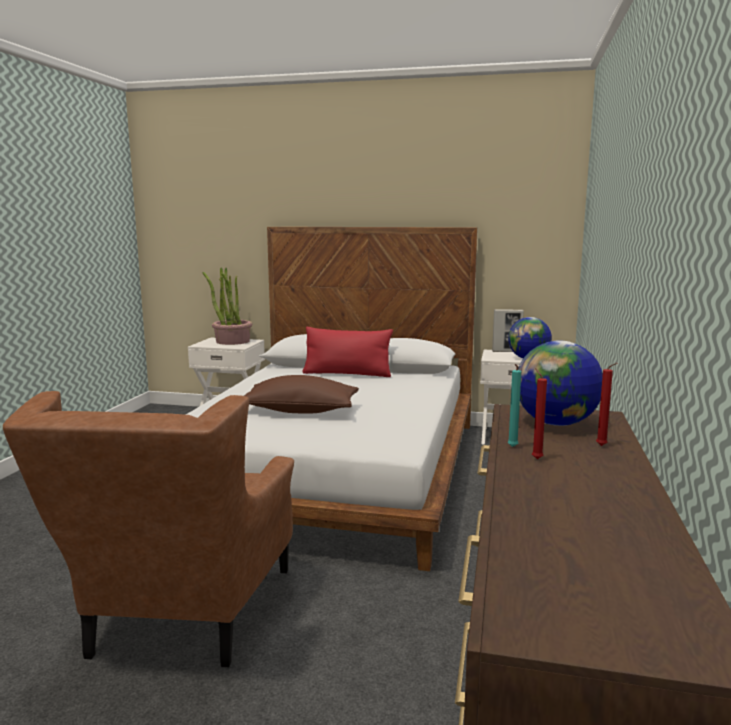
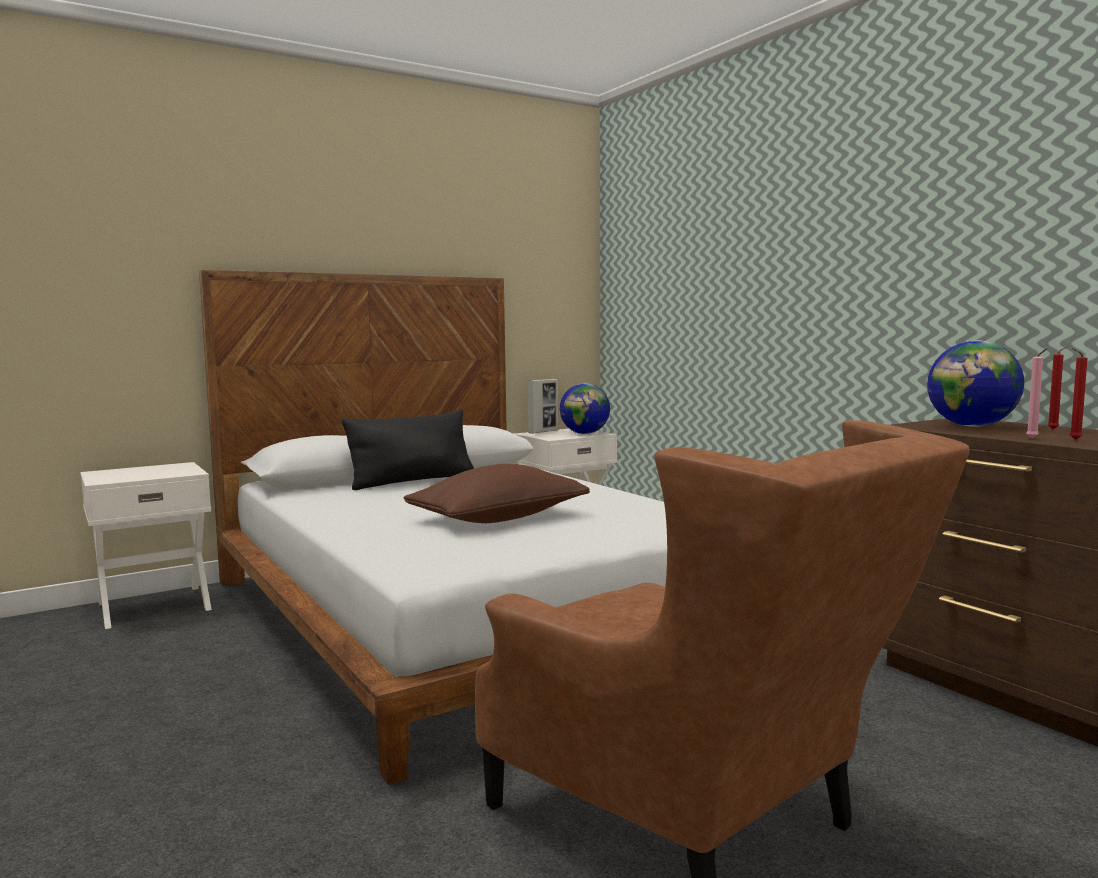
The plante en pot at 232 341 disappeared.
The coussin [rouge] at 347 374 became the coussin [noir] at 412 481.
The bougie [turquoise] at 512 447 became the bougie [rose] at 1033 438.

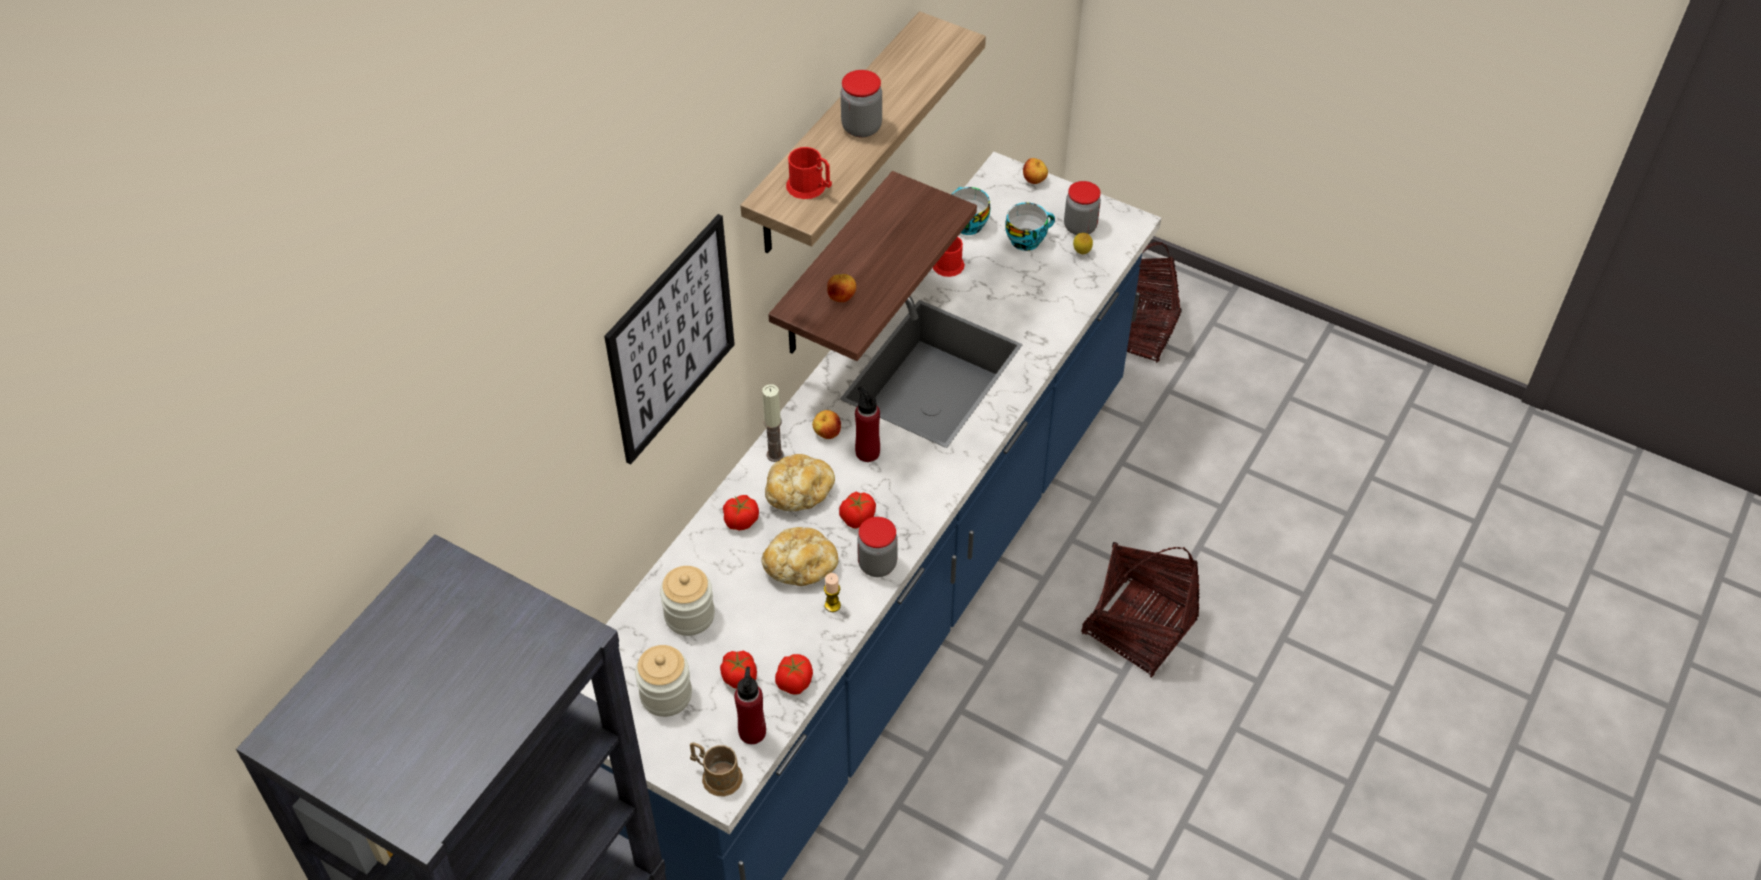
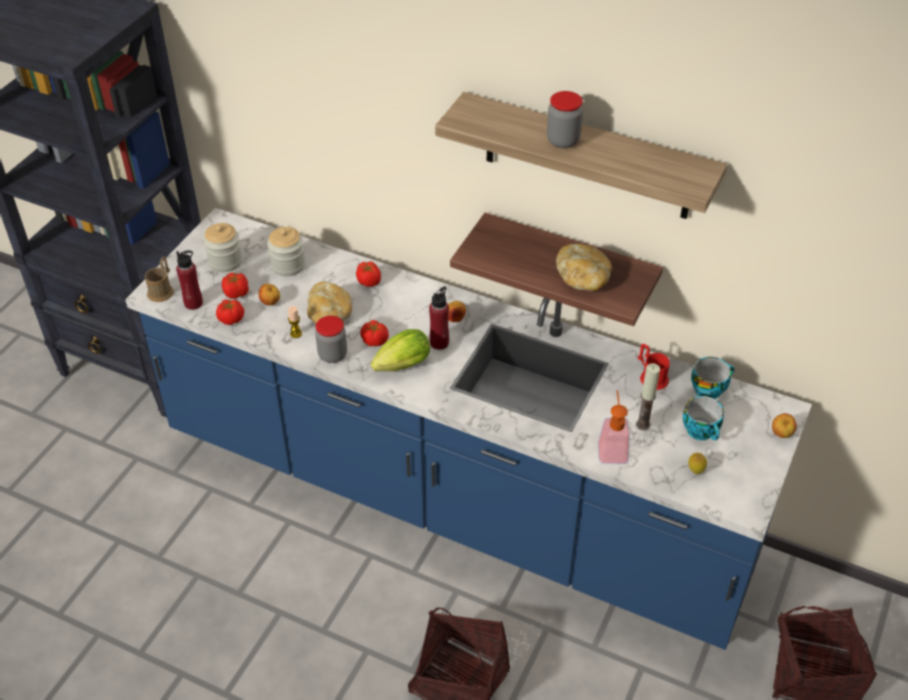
The tableau at 671 339 disappeared.
The bougie moved from 775 455 to 643 425.
The pain moved from 799 493 to 583 278.
The mug [rouge] at 810 188 disappeared.
The pomme moved from 841 297 to 270 303.
The bocal at 1080 227 disappeared.
The laitue at 400 367 appeared.
The distributeur de savon at 612 448 appeared.

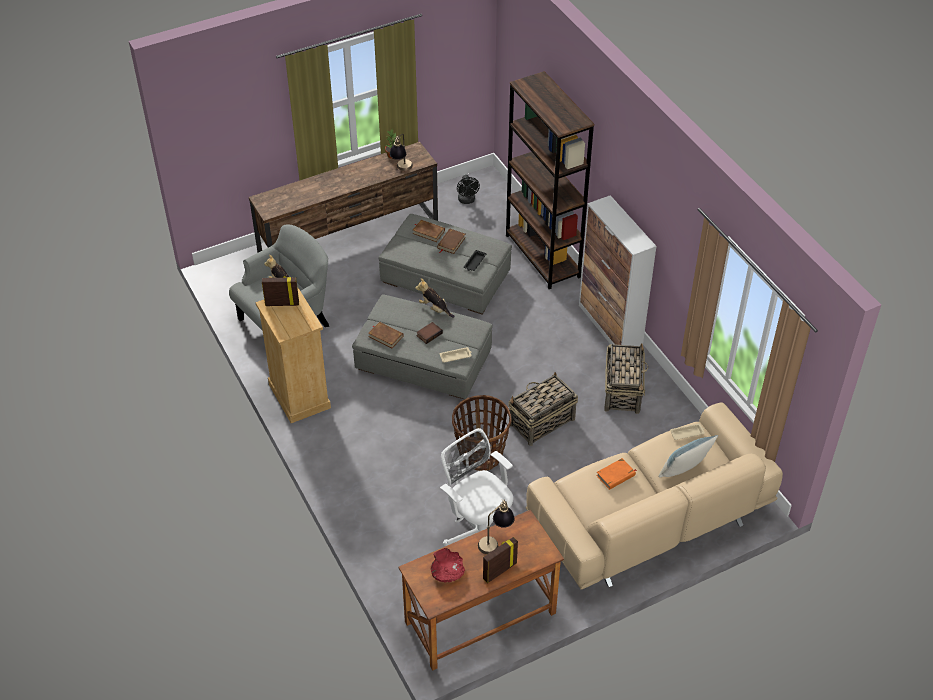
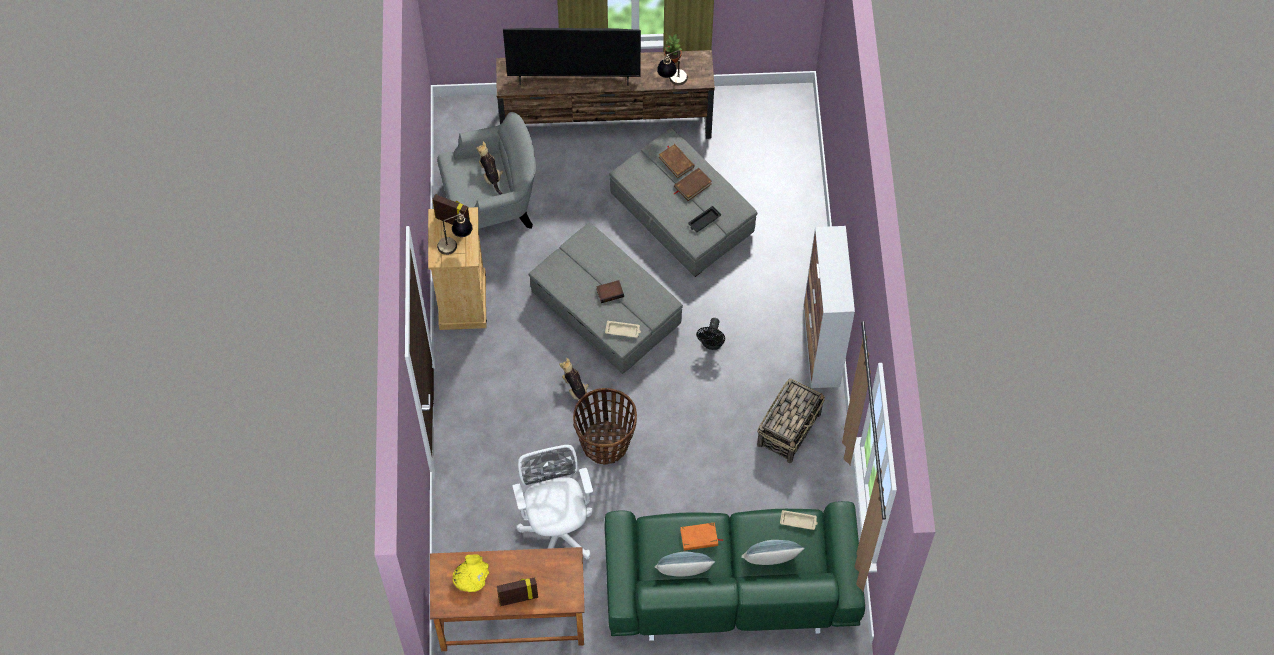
The livre [marron] at 385 336 disappeared.
The peluche moved from 434 308 to 576 390.
The bol [rouge] at 447 570 became the bol [jaune] at 471 577.
The ventilateur [noir] moved from 467 200 to 711 344.
The lampe de table moved from 495 541 to 456 245.
The bibliothèque [marron] at 542 256 disappeared.
The panier at 541 422 disappeared.
The canapé [beige] at 648 519 became the canapé [vert] at 729 585.
The téléviseur at 574 78 appeared.
The coussin at 684 572 appeared.

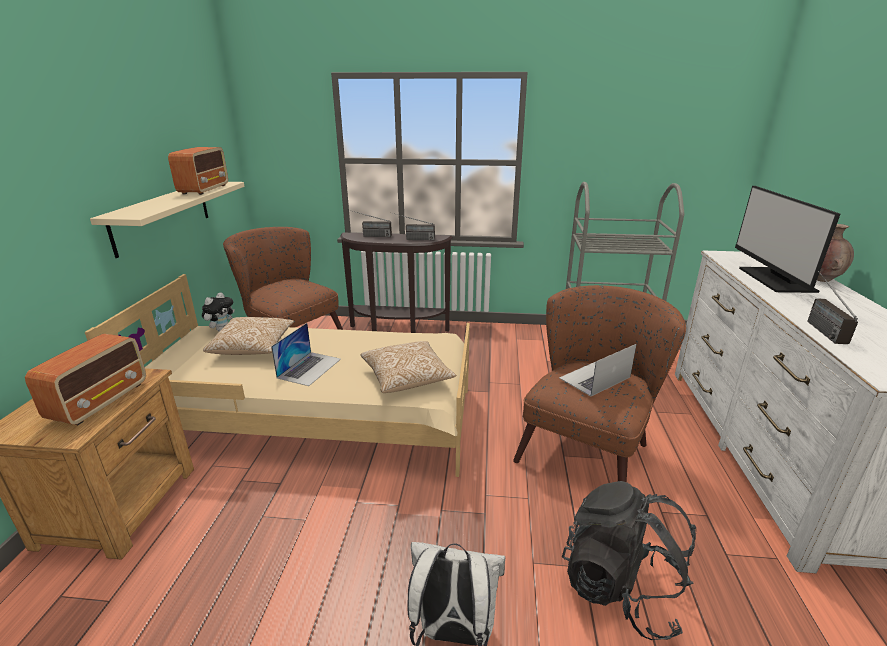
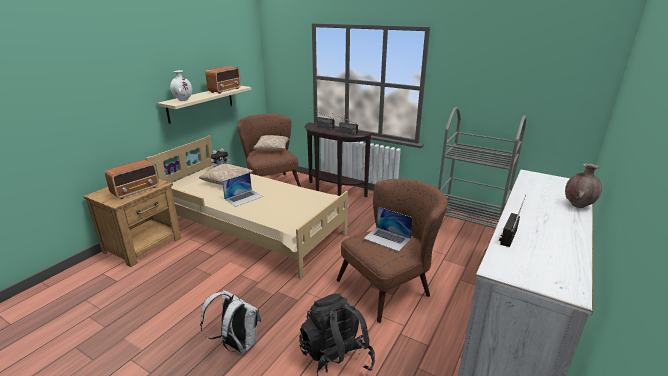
The coussin moved from 407 378 to 272 149.
The ordinateur portable at 594 378 turned 135 degrees counterclockwise.
The écran d'ordinateur at 774 279 disappeared.
The vase [blanc] at 183 100 appeared.

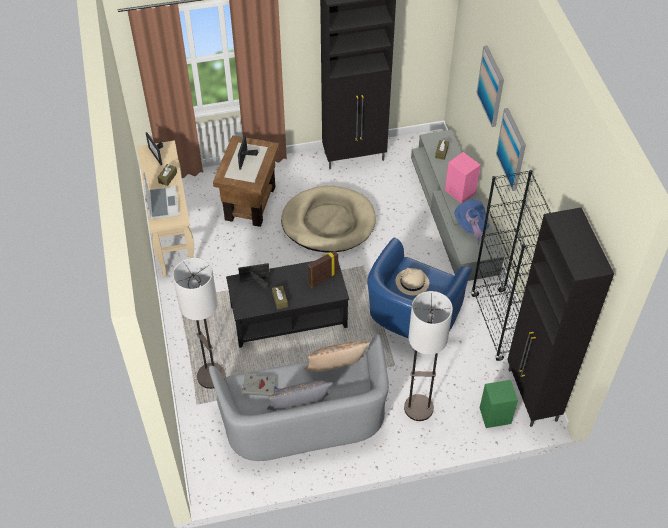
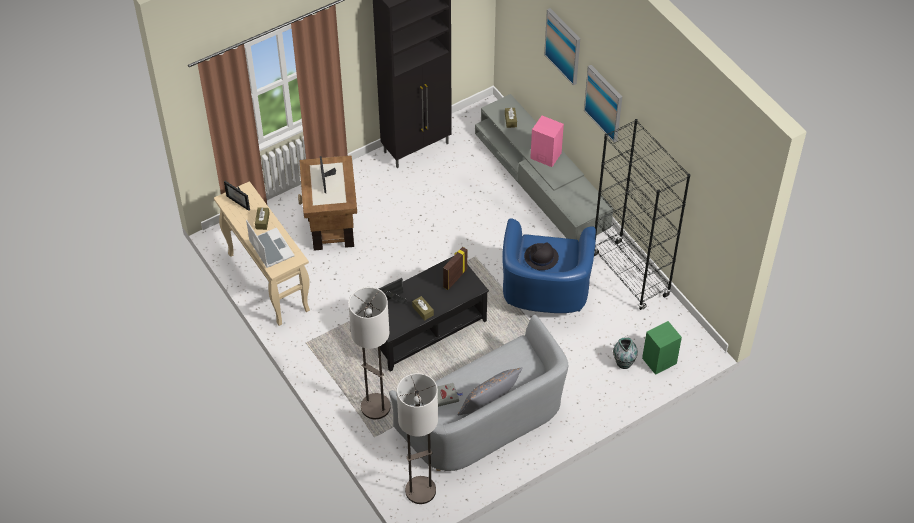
The panier pour chien [beige] at 328 222 disappeared.
The coussin [beige] at 336 371 disappeared.
The chapeau [beige] at 412 282 became the chapeau [noir] at 541 257.
The lampadaire moved from 418 408 to 420 491.
The chapeau [bleu] at 471 227 disappeared.
The meuble de rangement [noir] at 532 396 disappeared.
The vase at 623 362 appeared.

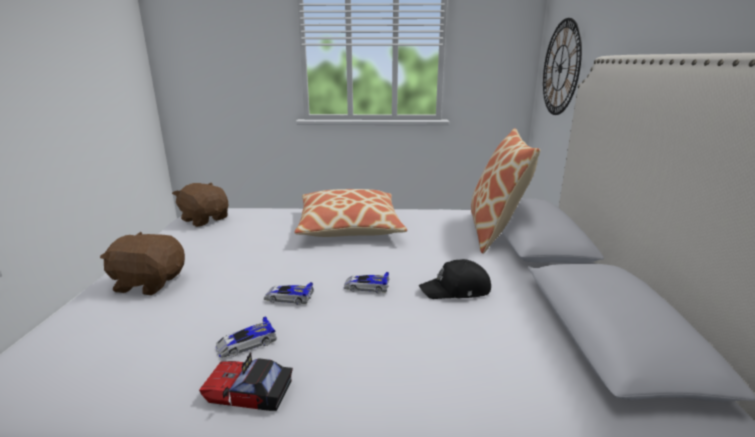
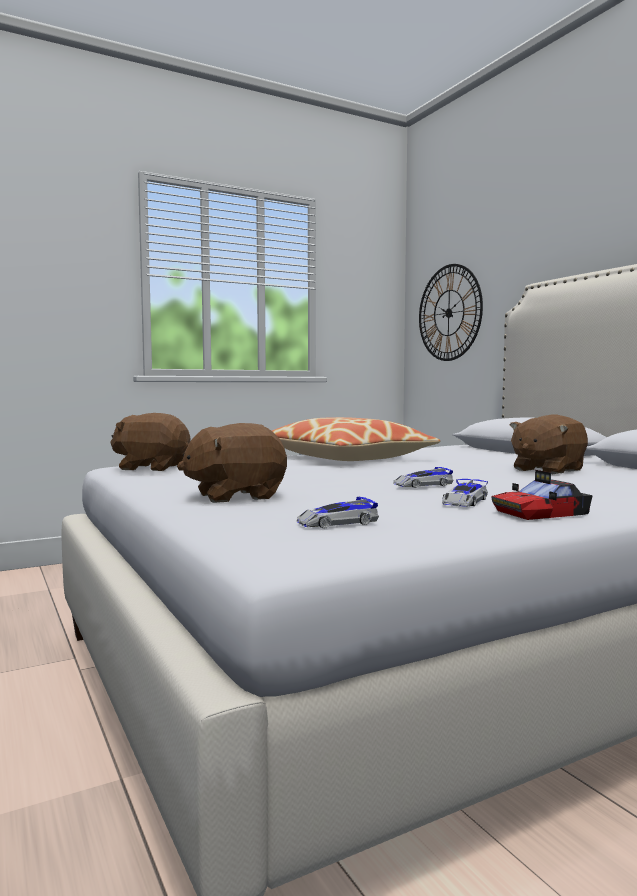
The petite voiture moved from 366 287 to 336 523.
The casquette [noir] at 456 290 was replaced by the peluche [marron] at 547 470.
The coussin at 495 231 disappeared.

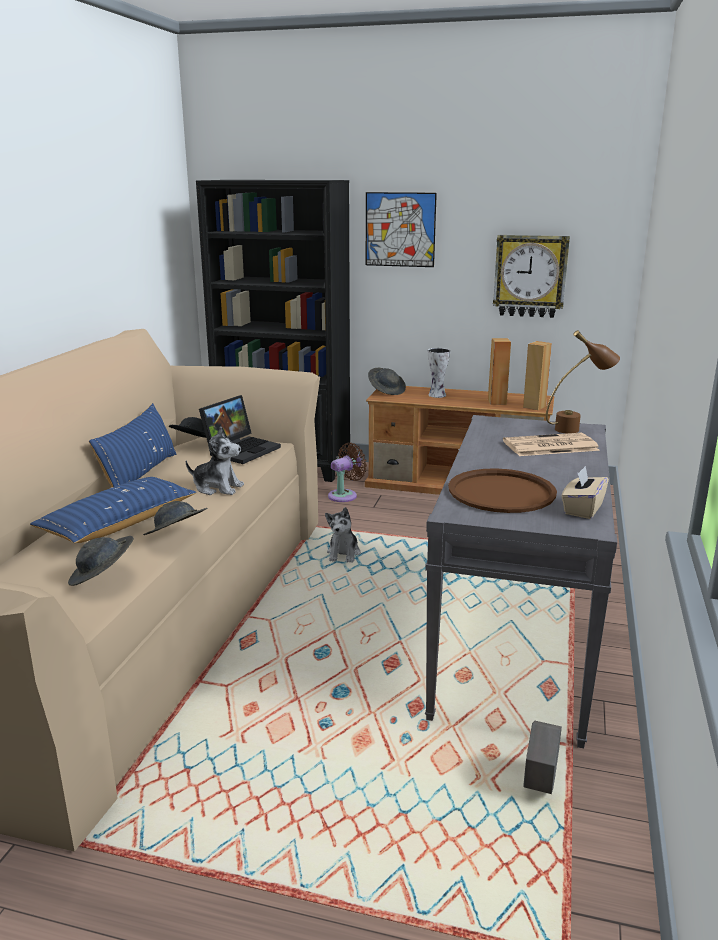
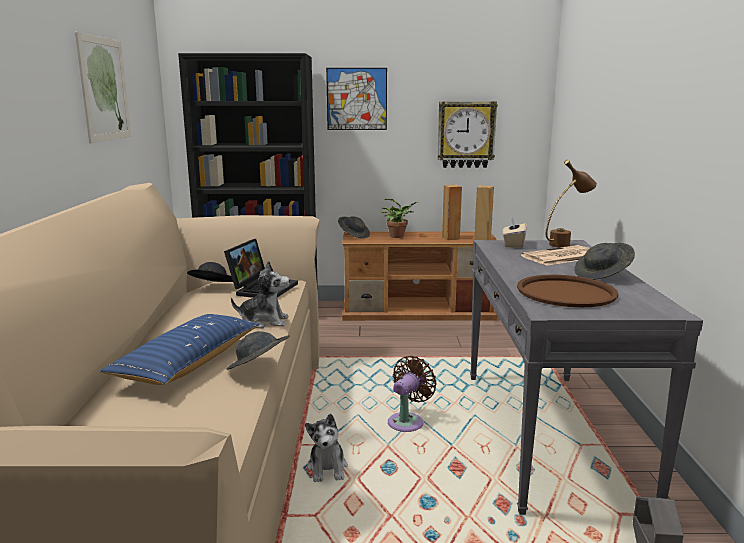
The chapeau [gris] moved from 103 577 to 602 275.
The coussin [bleu] at 140 474 disappeared.
The peluche moved from 343 554 to 327 468.
The ventilateur [marron] moved from 345 495 to 407 421.
The vase at 437 395 was replaced by the plante en pot at 398 236.
The boîte à mouchoirs [beige] moved from 582 509 to 513 244.
The tableau at 104 89 appeared.

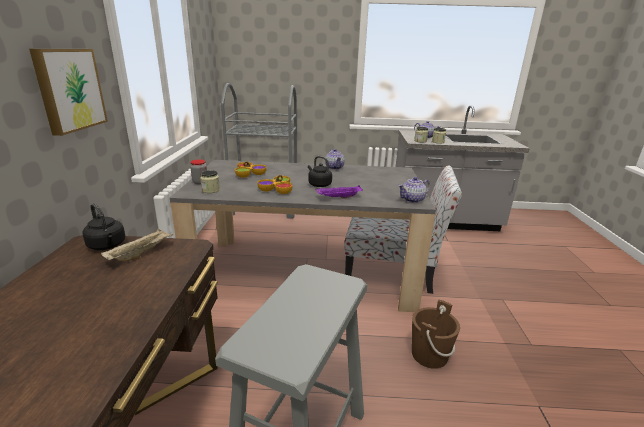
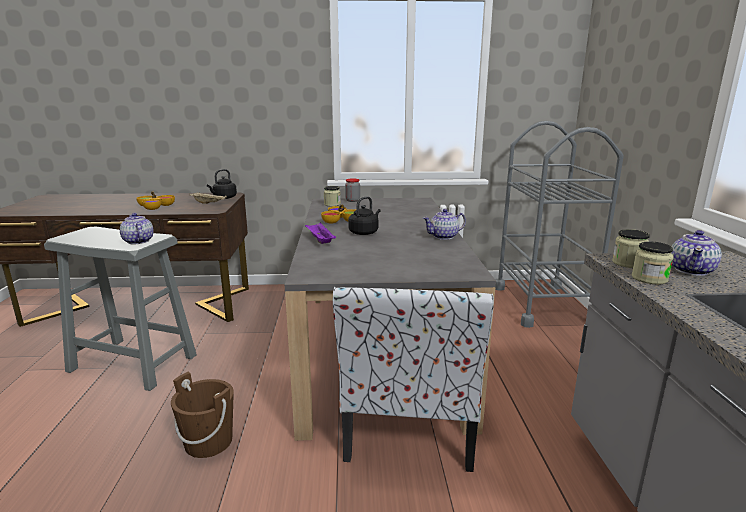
The tableau at 69 89 disappeared.
The bol moved from 249 174 to 155 207.
The théière moved from 413 200 to 138 241.

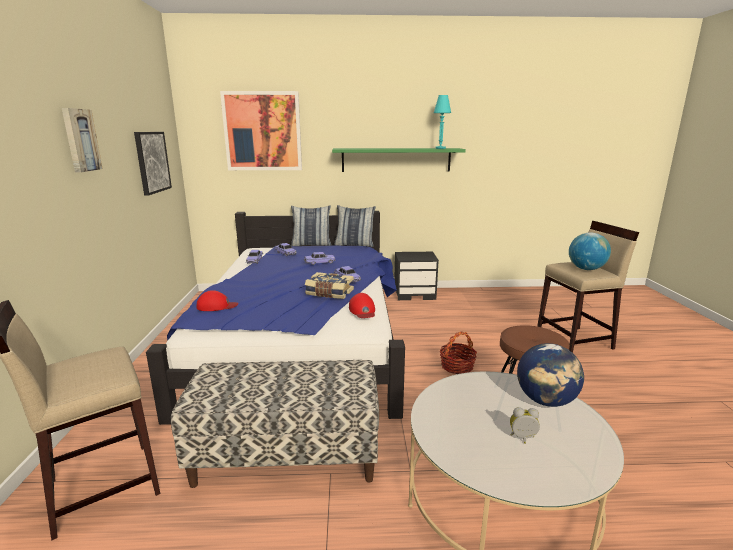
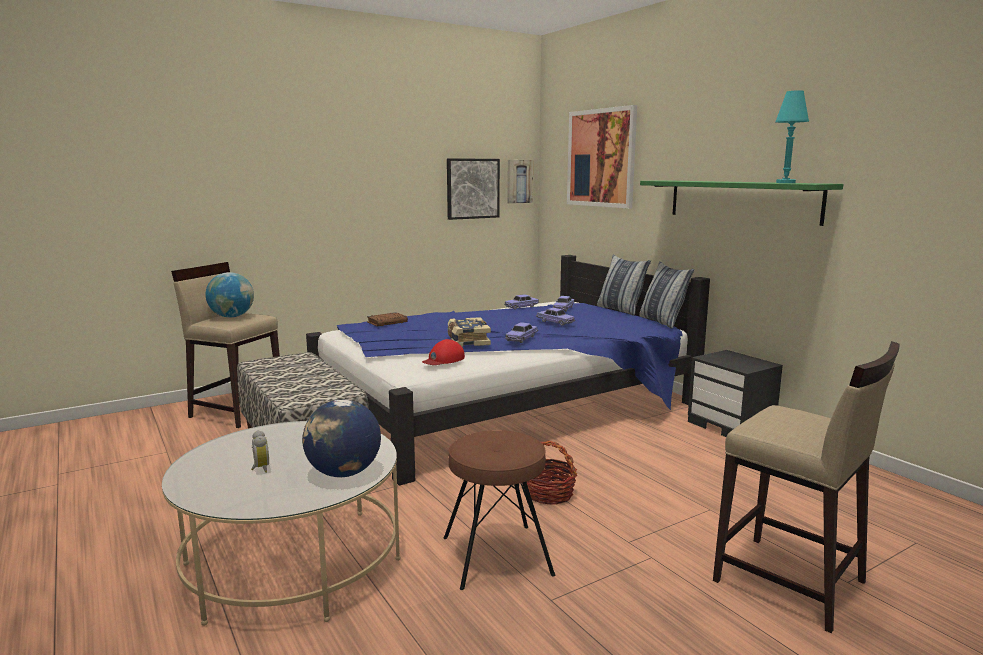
The tableau moved from 80 140 to 519 181.
The casquette [rouge] at 217 306 was replaced by the livre [marron] at 387 322.
The globe moved from 586 269 to 232 316.

